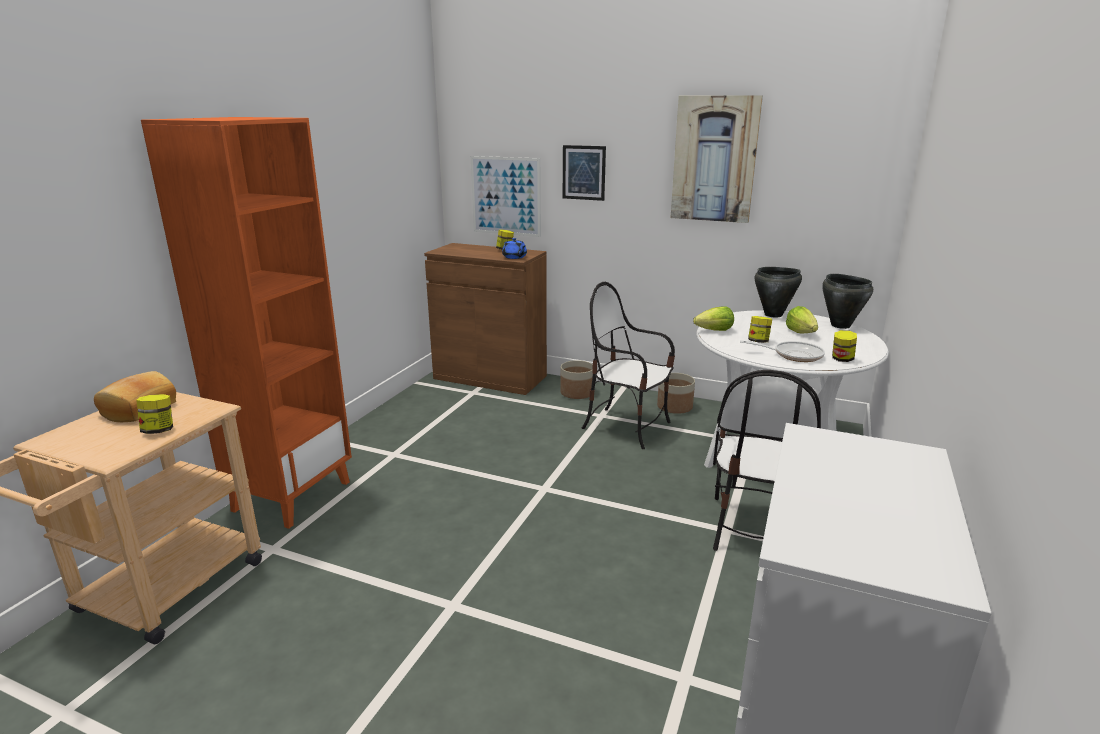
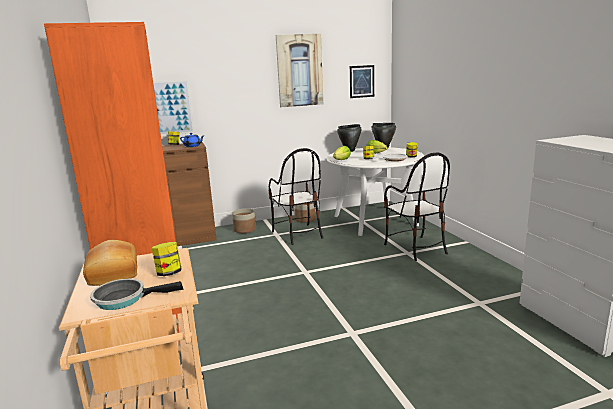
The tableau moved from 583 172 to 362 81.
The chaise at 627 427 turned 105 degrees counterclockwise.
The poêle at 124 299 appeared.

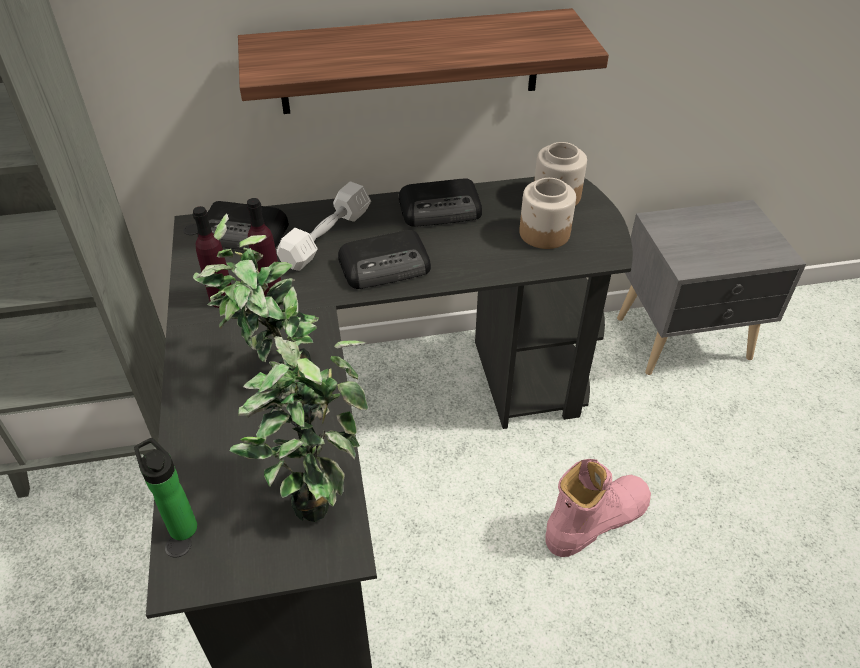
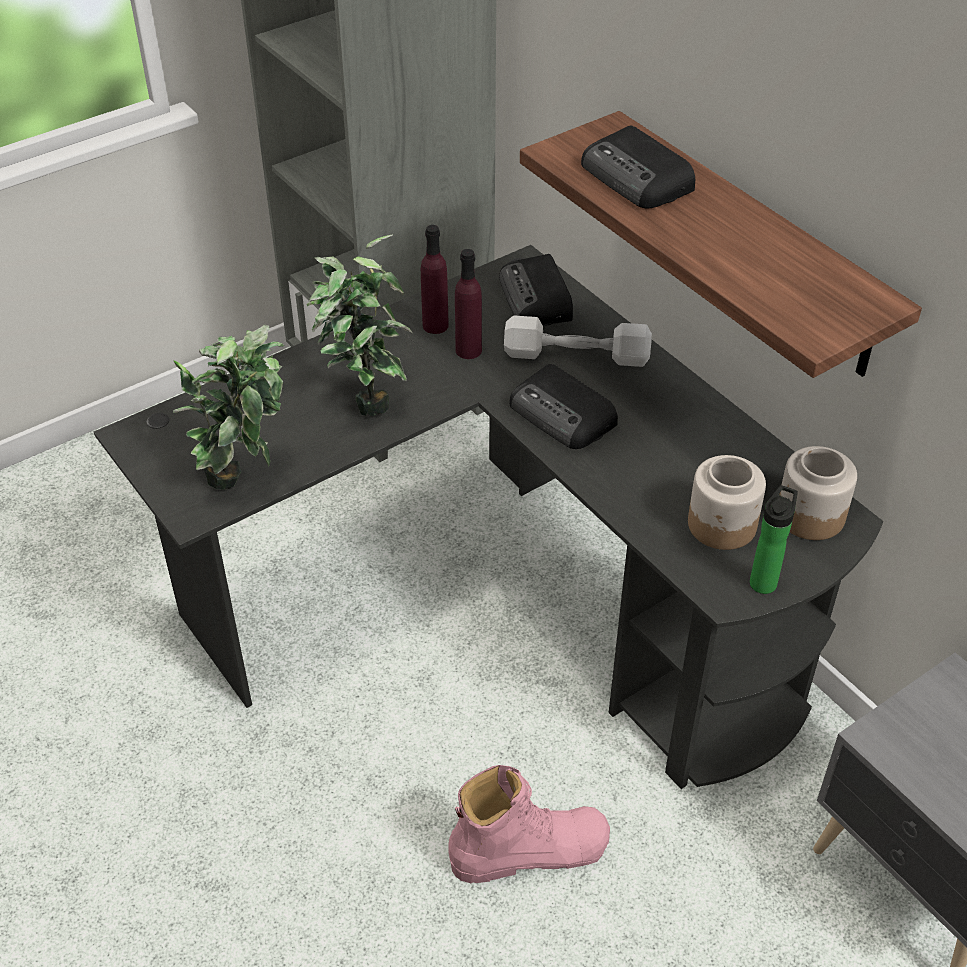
The bouteille moved from 181 525 to 764 580.
The radio moved from 442 209 to 637 178.
The botte [rose] at 596 520 turned 45 degrees counterclockwise.

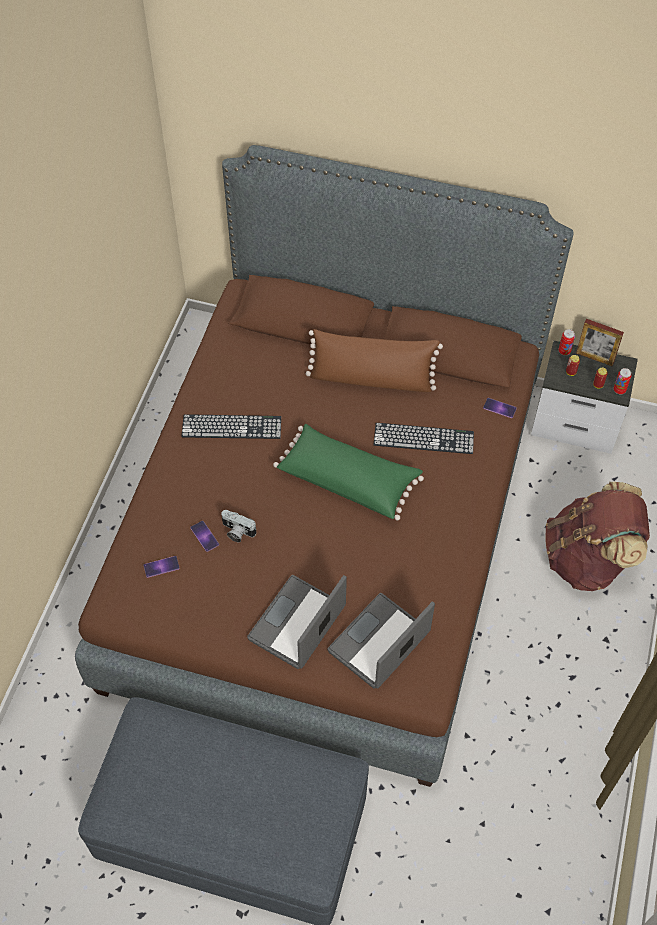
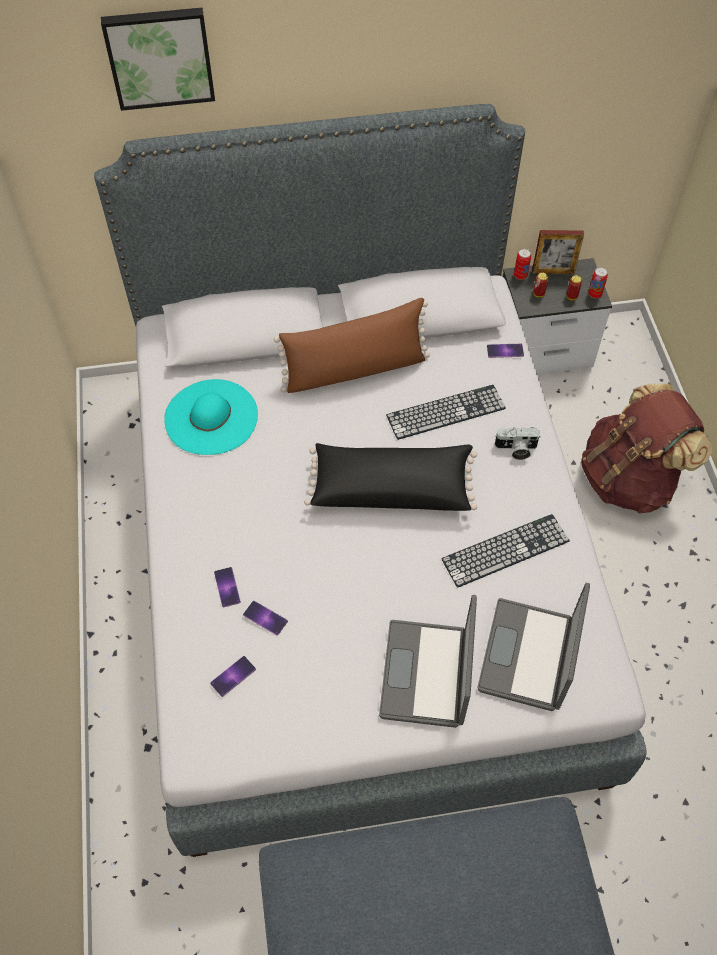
The lit [marron] at 327 531 became the lit [gris] at 357 558.
The clavier moved from 231 427 to 505 550.
The appareil photo moved from 237 532 to 516 449.
The coussin [vert] at 348 479 became the coussin [noir] at 391 487.
The tableau at 160 56 appeared.
The chapeau [turquoise] at 211 417 appeared.
The téléphone at 227 587 appeared.

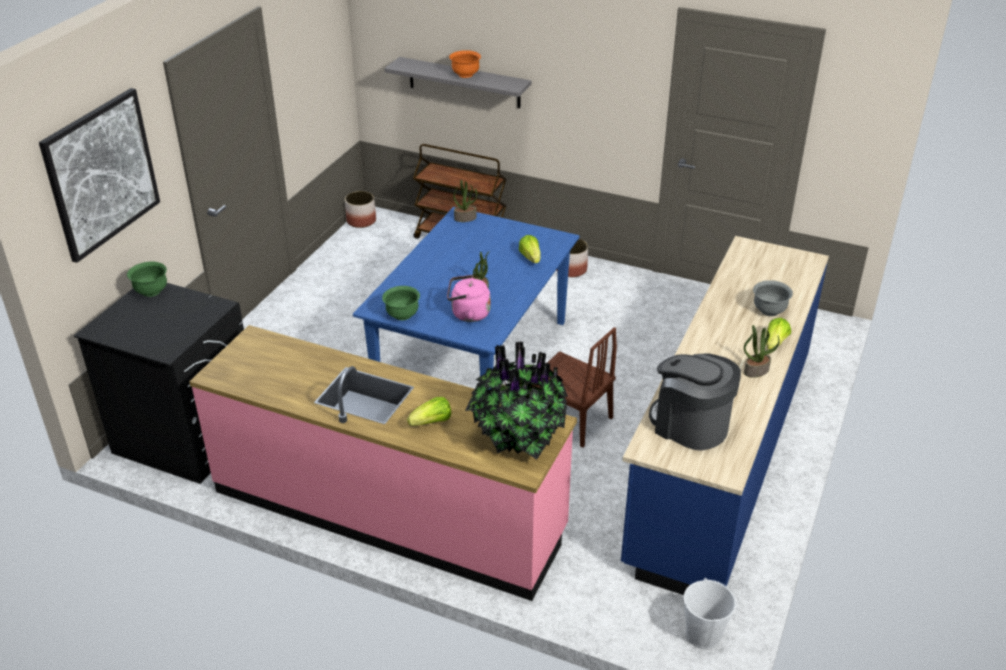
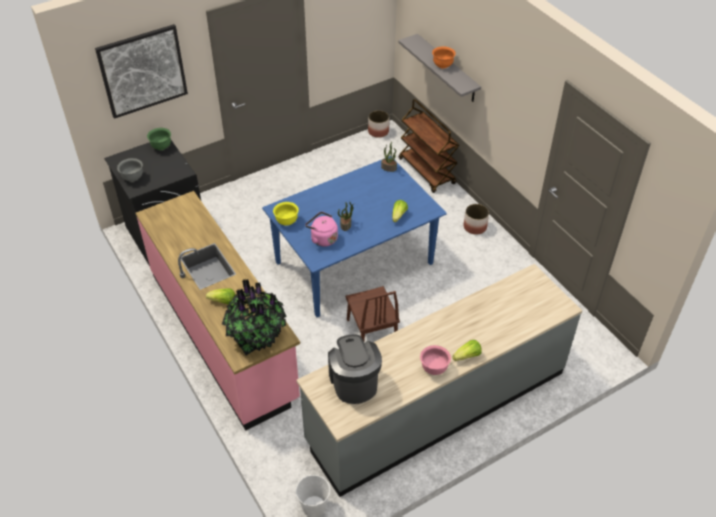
The bol [vert] at 402 315 became the bol [jaune] at 286 221.
The comptoir de cuisine [bleu] at 719 456 became the comptoir de cuisine [gris] at 436 406.
The plante en pot at 756 370 was replaced by the bol [rose] at 434 368.
The bol [gris] moved from 769 311 to 132 177.

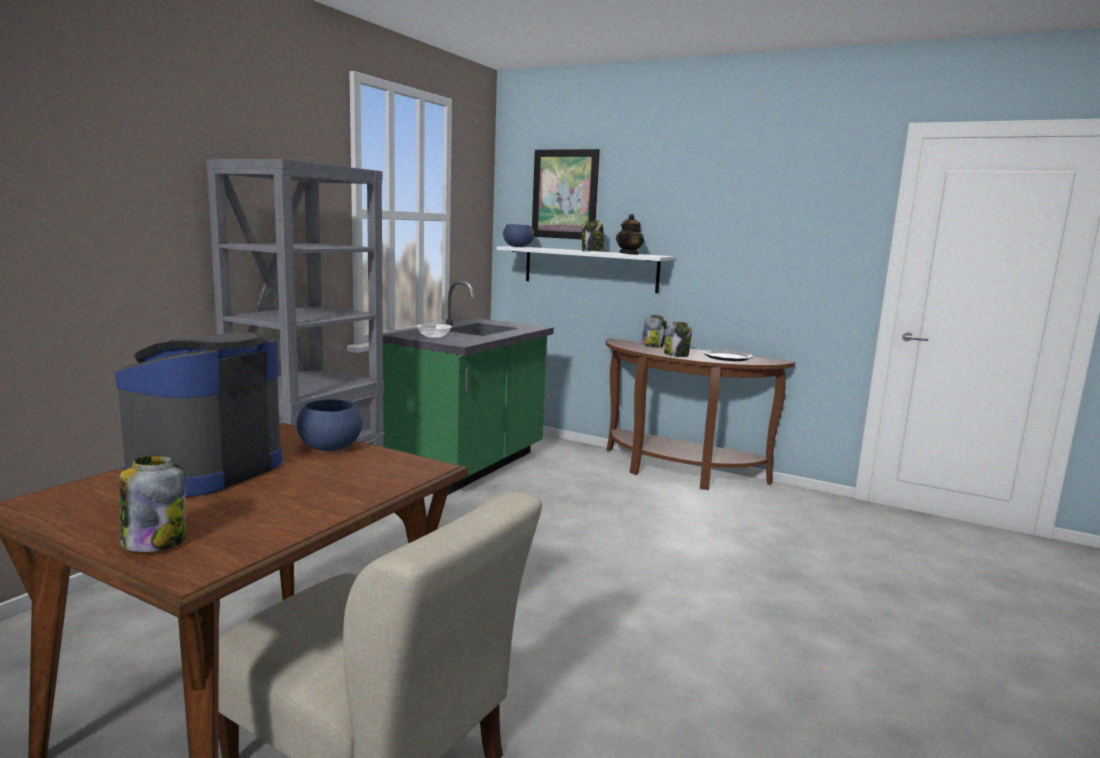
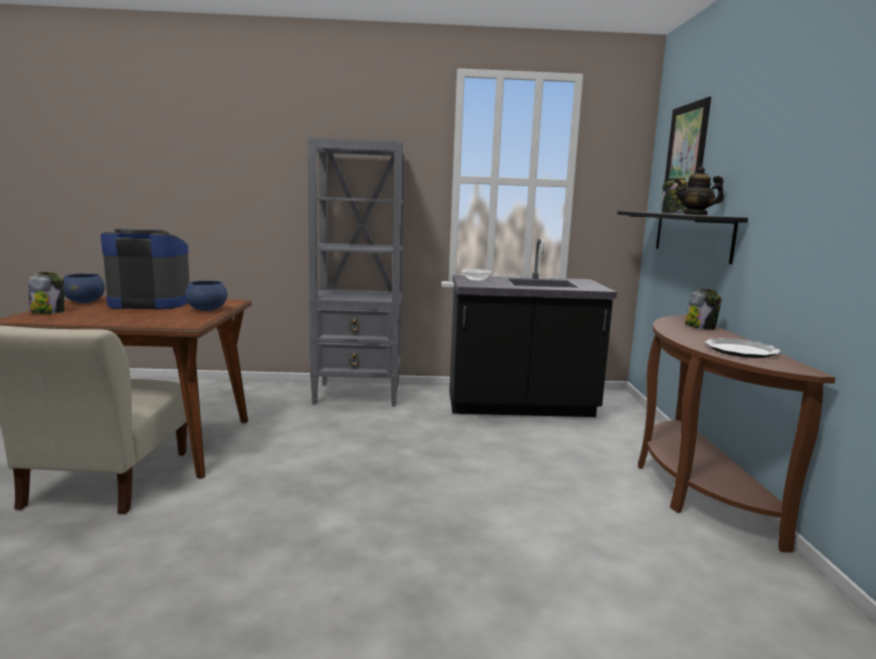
The comptoir de cuisine [vert] at 469 467 became the comptoir de cuisine [noir] at 520 407.
The étagère [blanc] at 590 268 became the étagère [noir] at 692 235.
The bol [bleu] moved from 518 246 to 85 302.
The bocal at 676 355 disappeared.

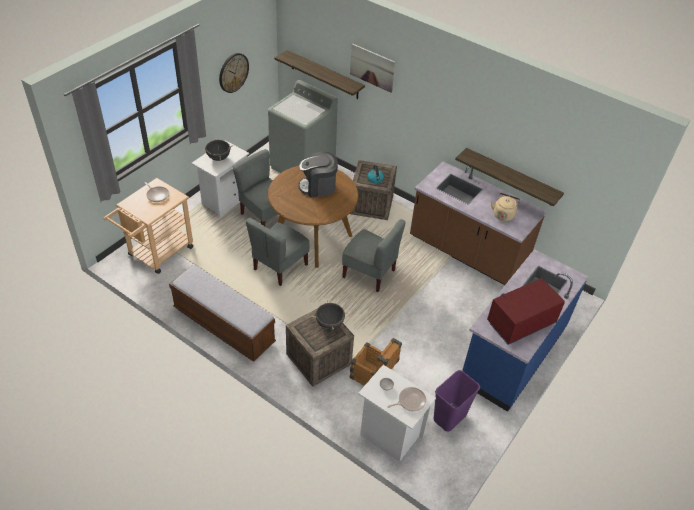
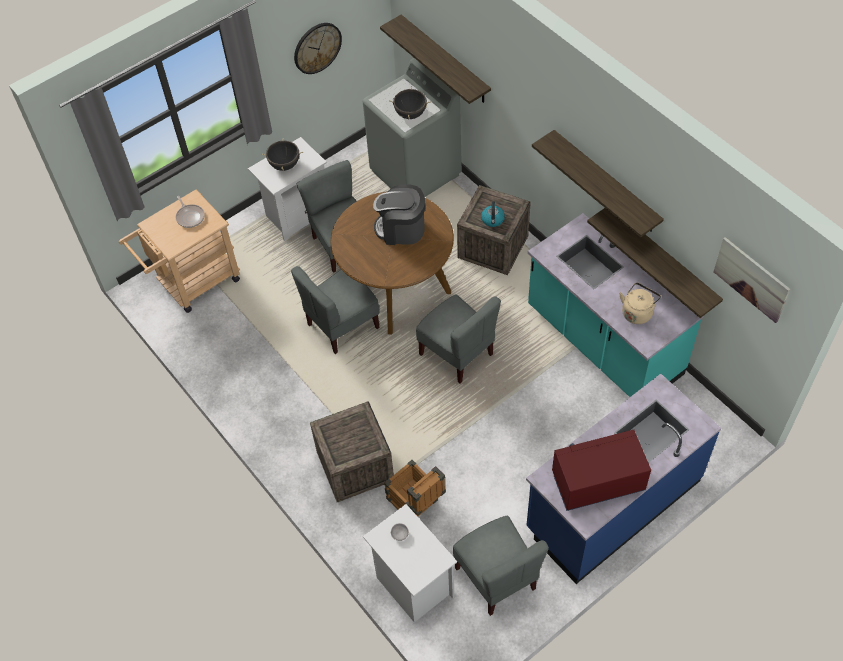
The banc at 224 326 disappeared.
The marmite [noir] moved from 329 324 to 410 114.
The tableau moved from 372 67 to 751 279.
The poêle at 410 401 disappeared.
The comptoir de cuisine [marron] at 467 252 became the comptoir de cuisine [turquoise] at 603 342.
The poubelle [violet] at 449 418 was replaced by the chaise [gris] at 497 578.
The étagère at 605 182 appeared.

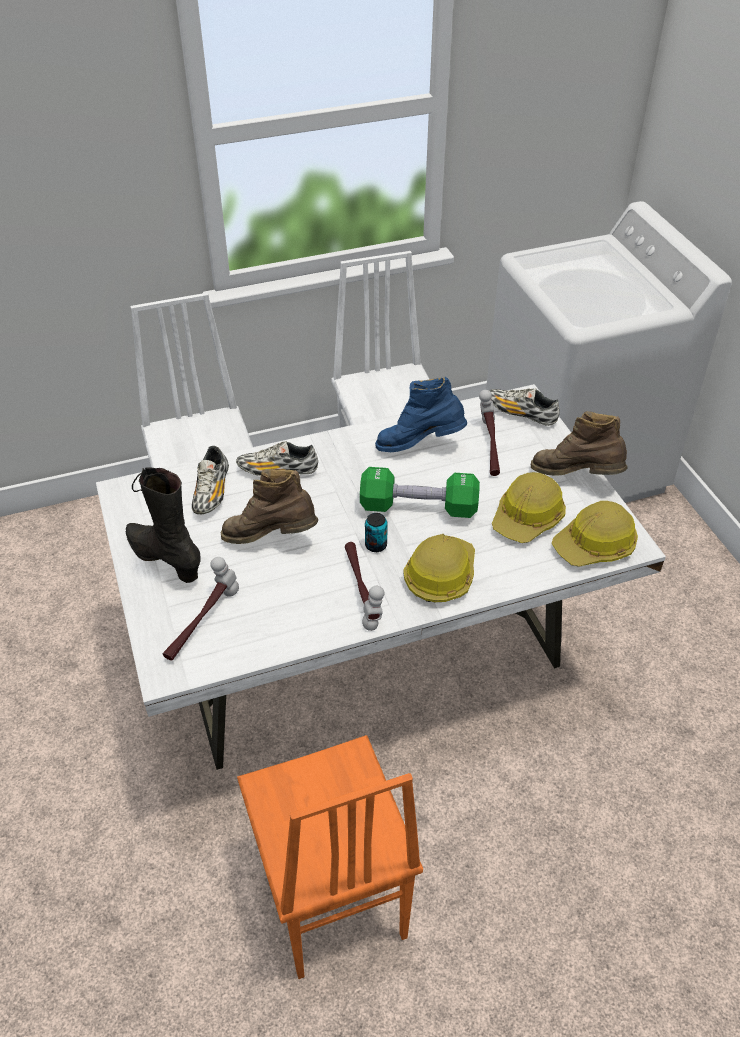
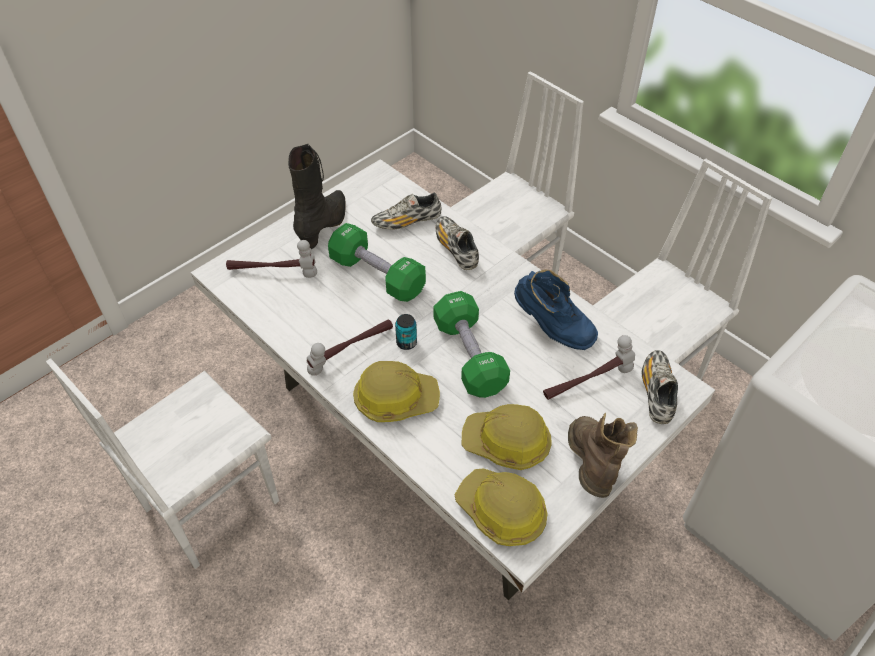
The botte [marron] at 271 538 was replaced by the haltère [vert] at 377 275.
The chaise [orange] at 330 899 became the chaise [blanc] at 209 504.
The botte [bleu] at 419 445 turned 150 degrees clockwise.

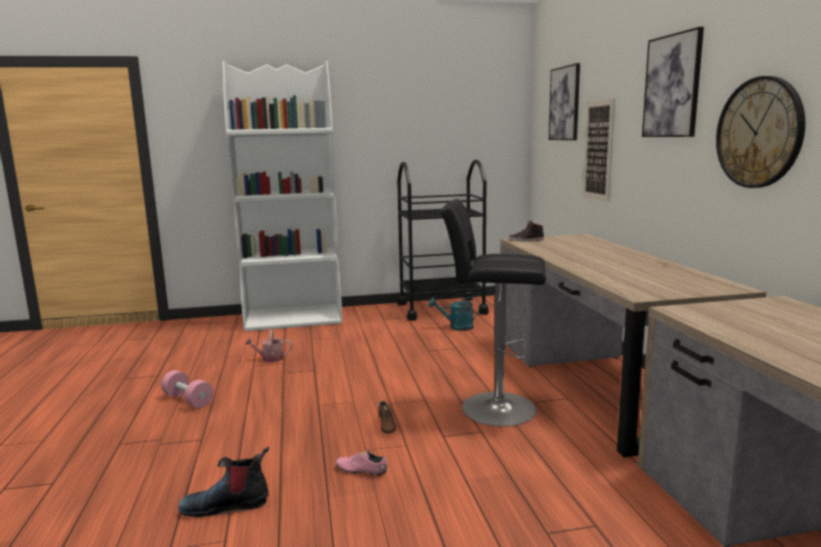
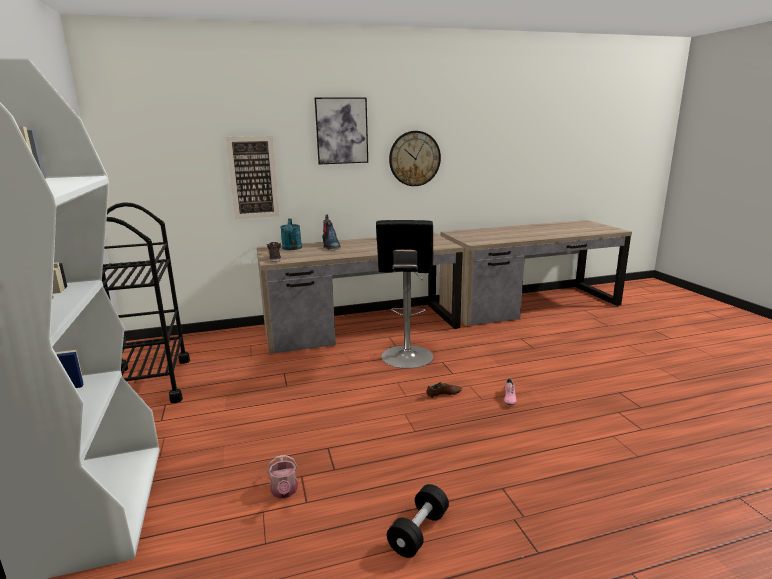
The haltère [rose] at 188 400 became the haltère [noir] at 418 532.
The botte moved from 227 505 to 330 245.
The arrosoir [turquoise] moved from 456 327 to 292 248.
The tableau at 565 103 disappeared.

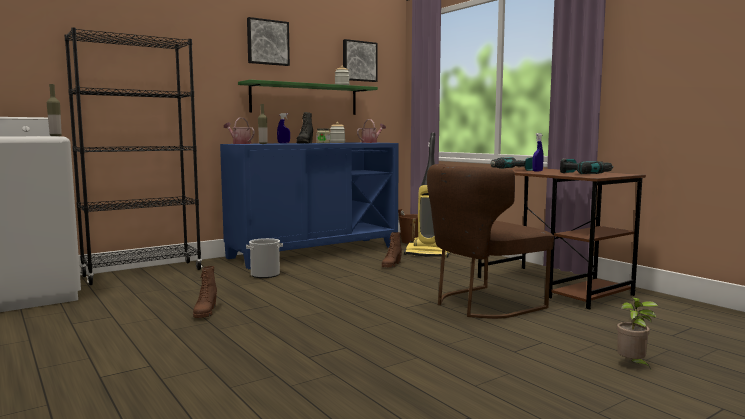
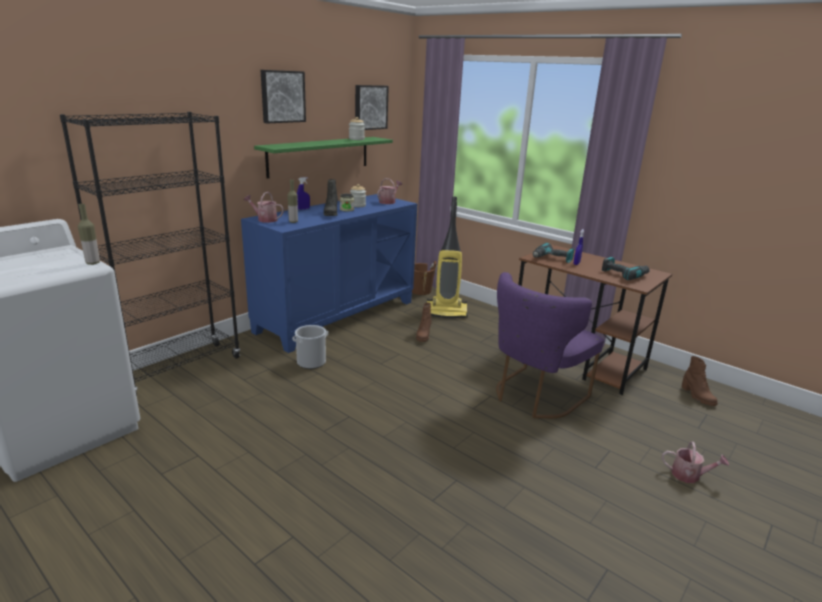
The botte [marron] moved from 205 313 to 697 396.
The chaise [marron] at 481 304 became the chaise [violet] at 534 396.
The plante en pot at 632 365 was replaced by the arrosoir at 689 475.

